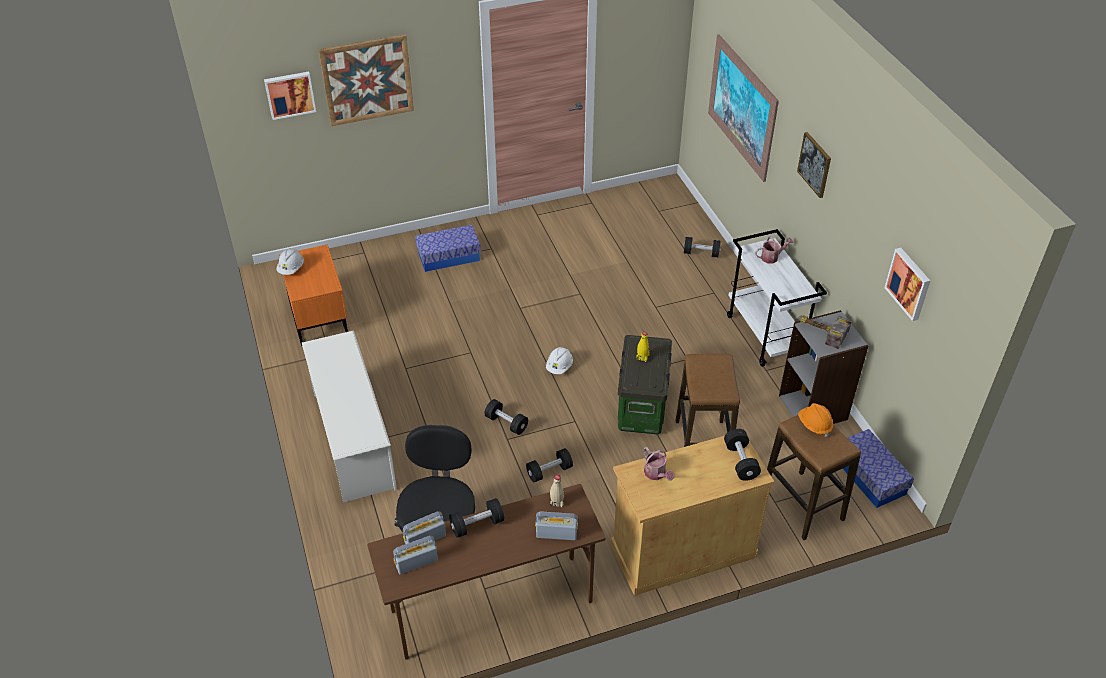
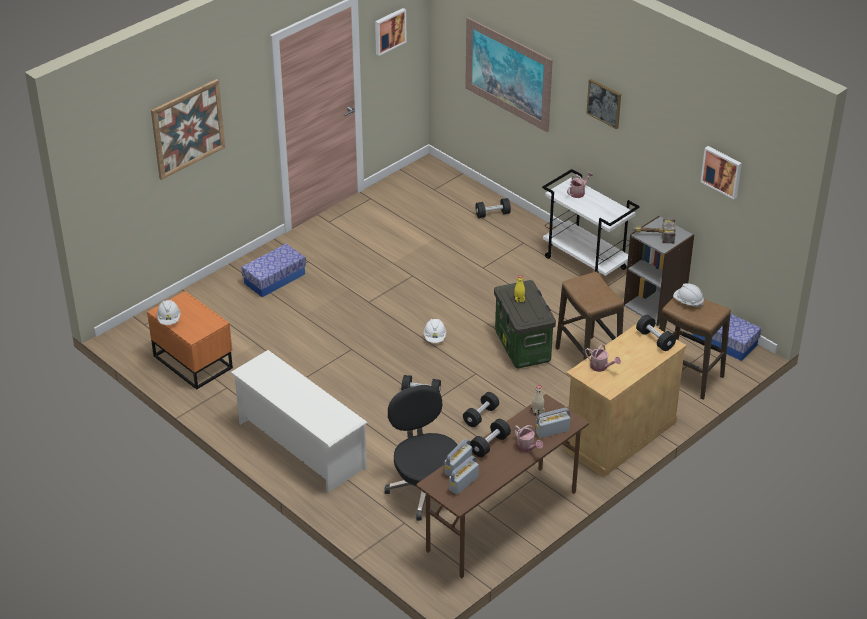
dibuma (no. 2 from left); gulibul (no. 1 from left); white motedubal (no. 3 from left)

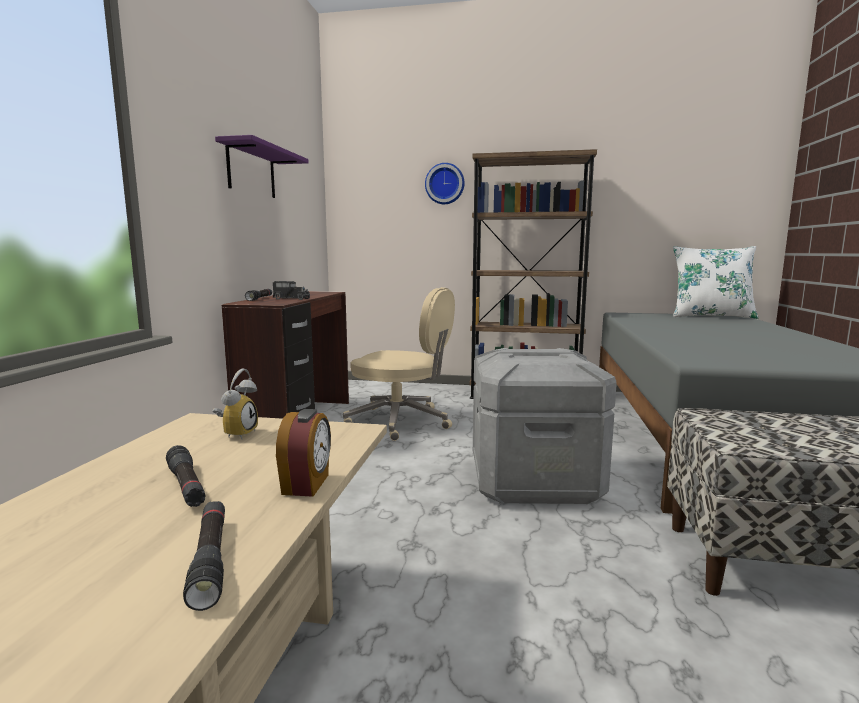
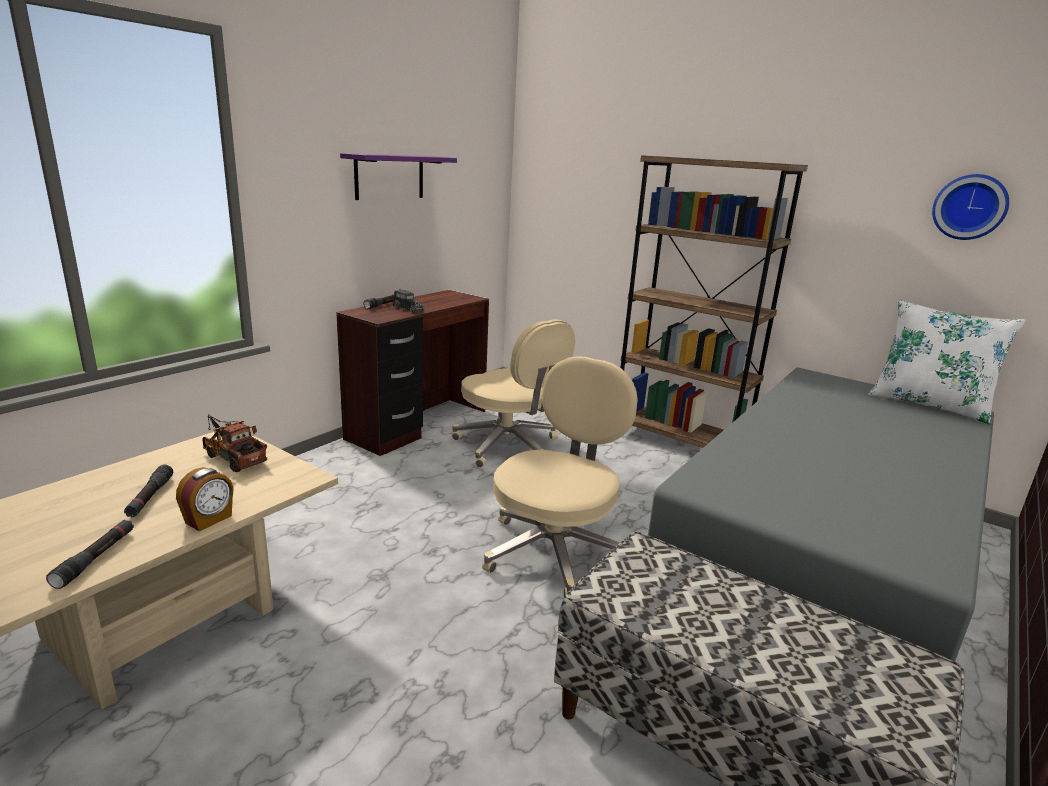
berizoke (no. 1 from left); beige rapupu (no. 2 from left); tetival

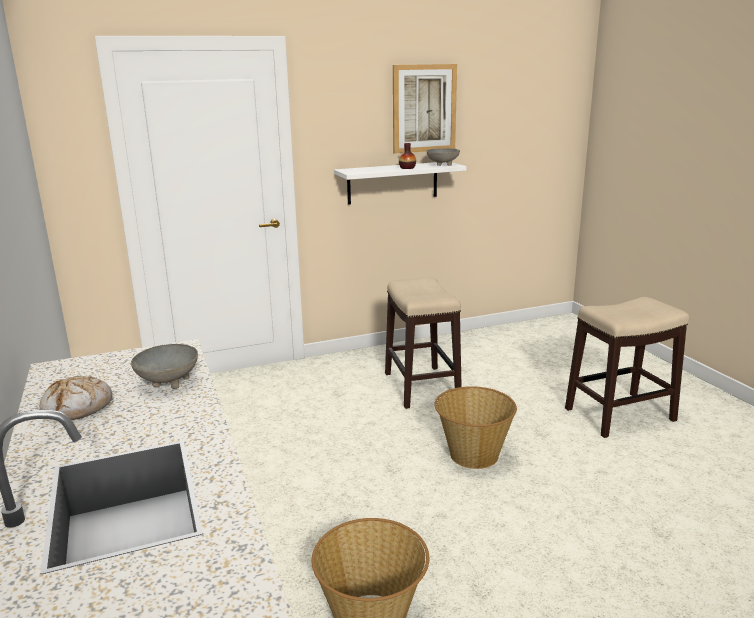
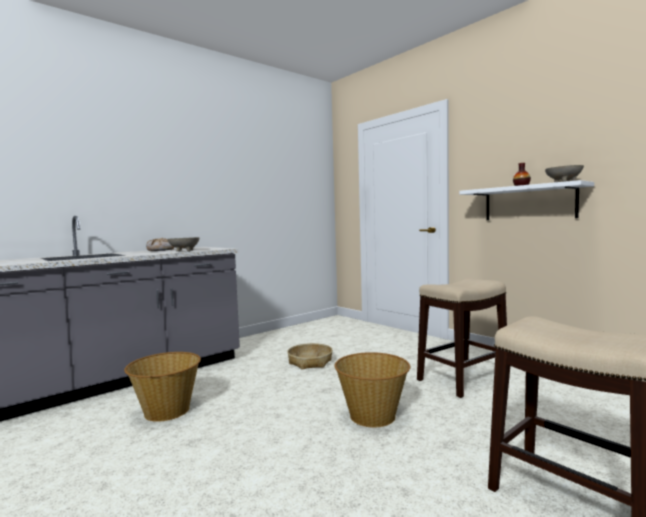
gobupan (no. 2 from left); dibuma

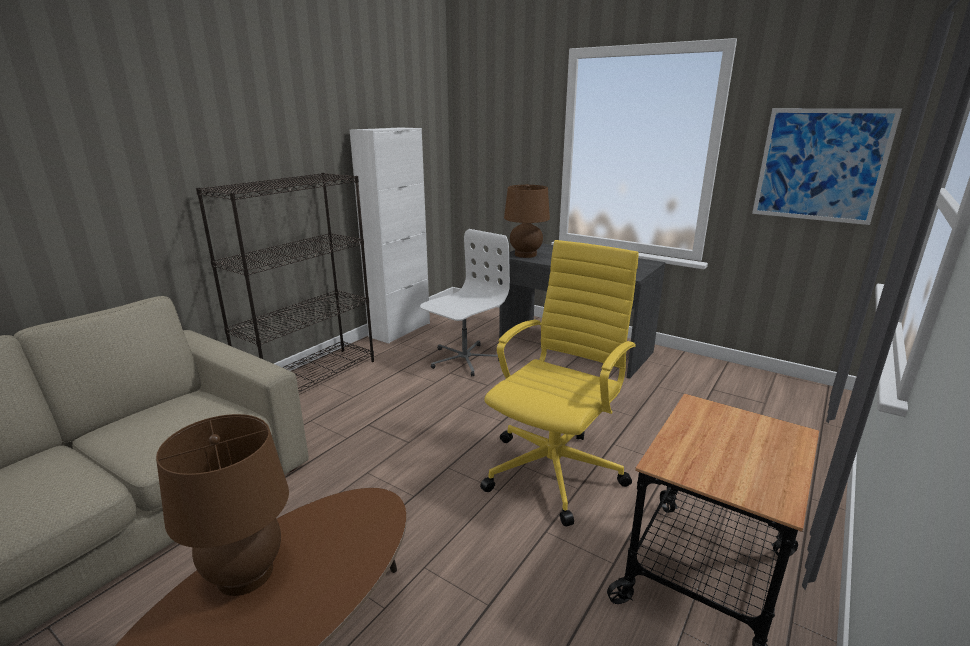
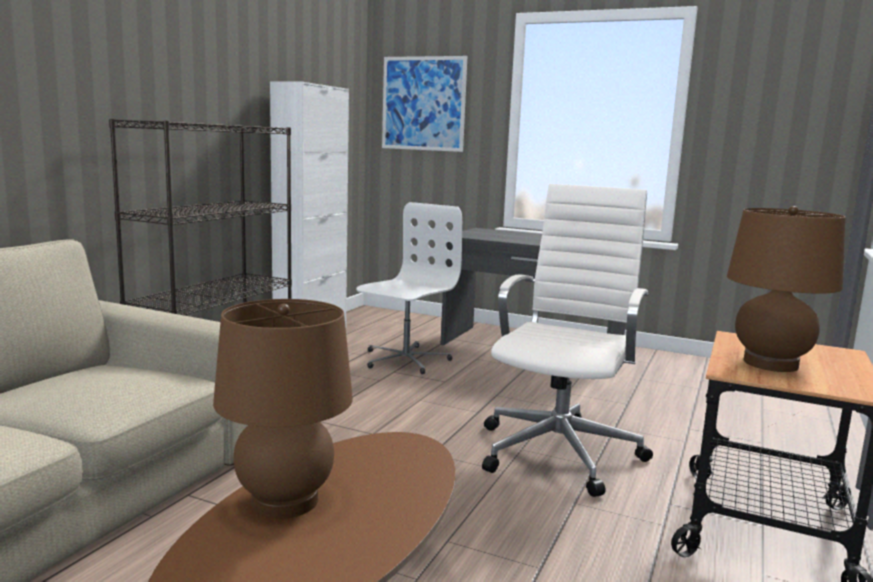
dibuma; white rapupu (no. 2 from left); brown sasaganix (no. 2 from left)

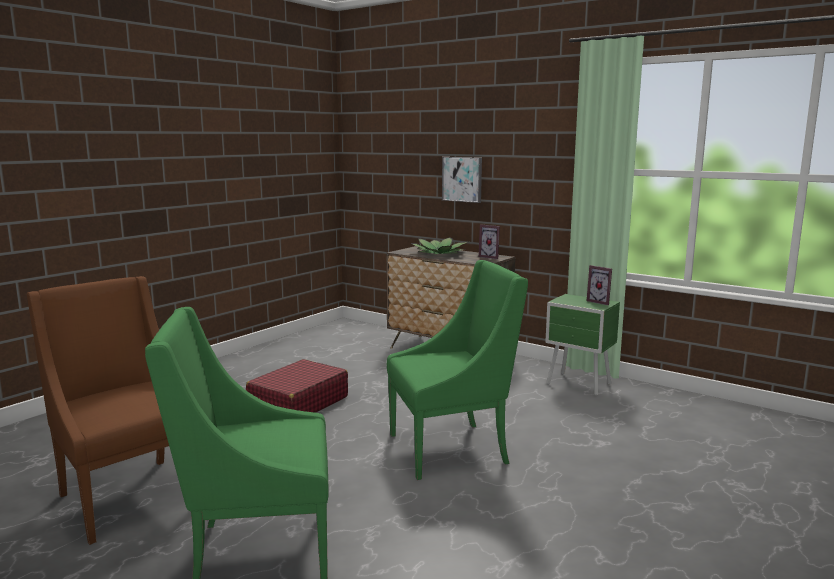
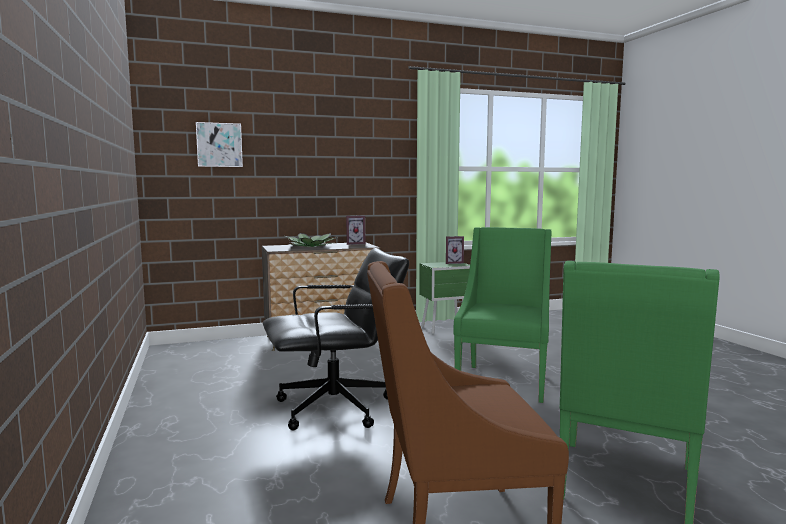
dibuma; black rapupu

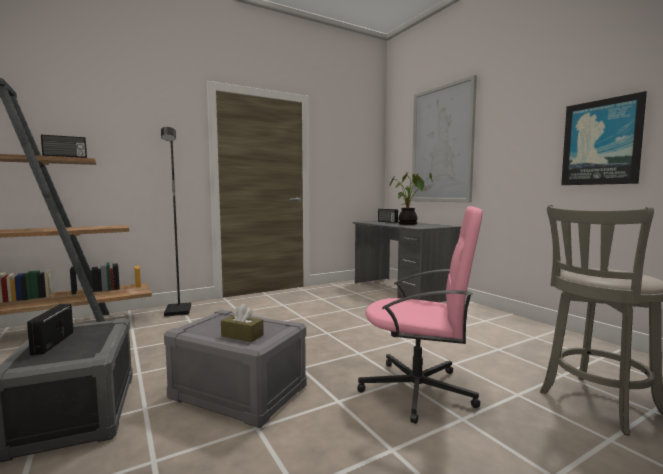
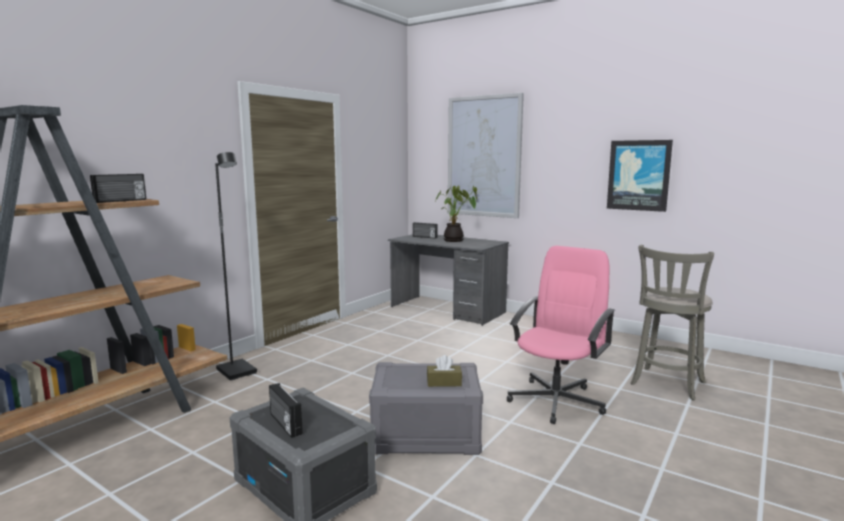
pink rapupu

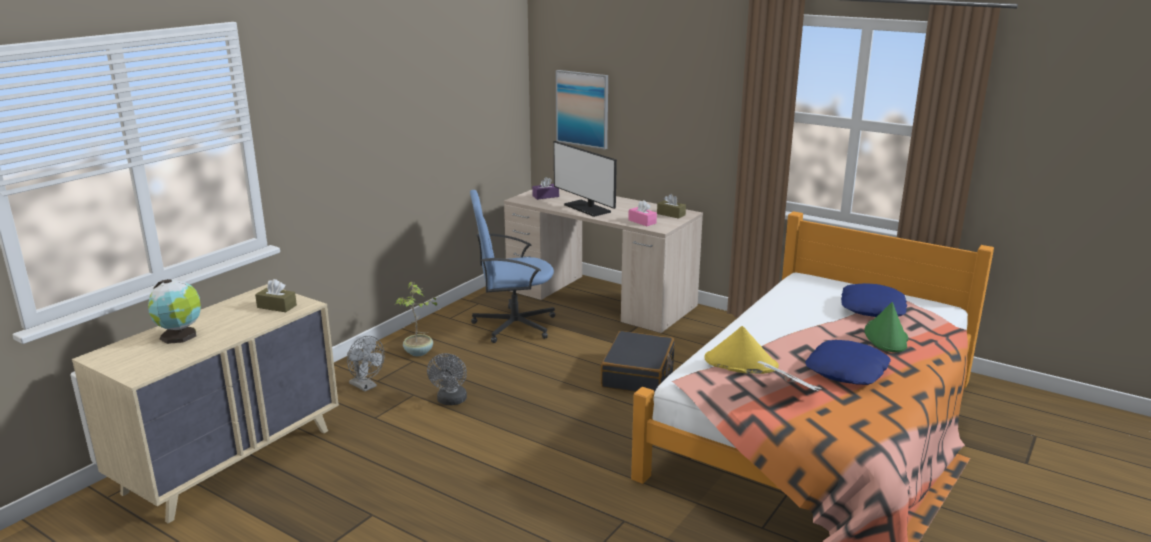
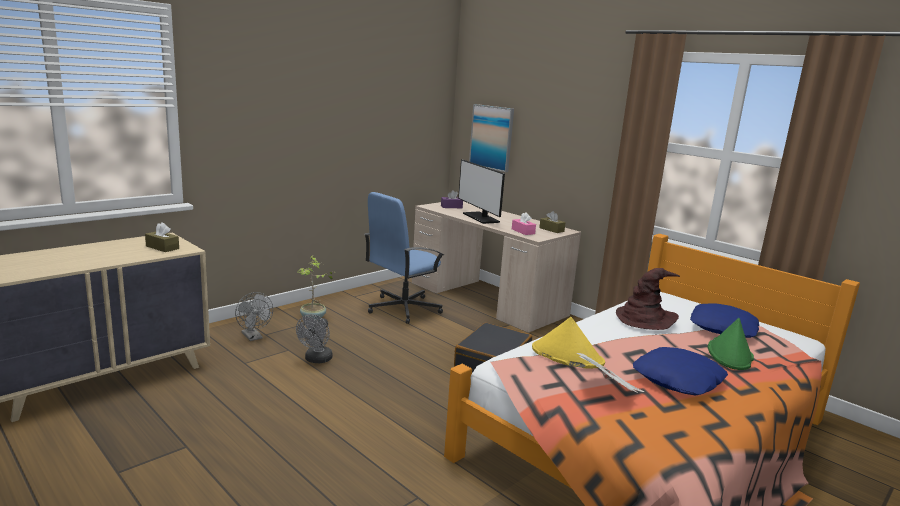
blue rapupu; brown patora; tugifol

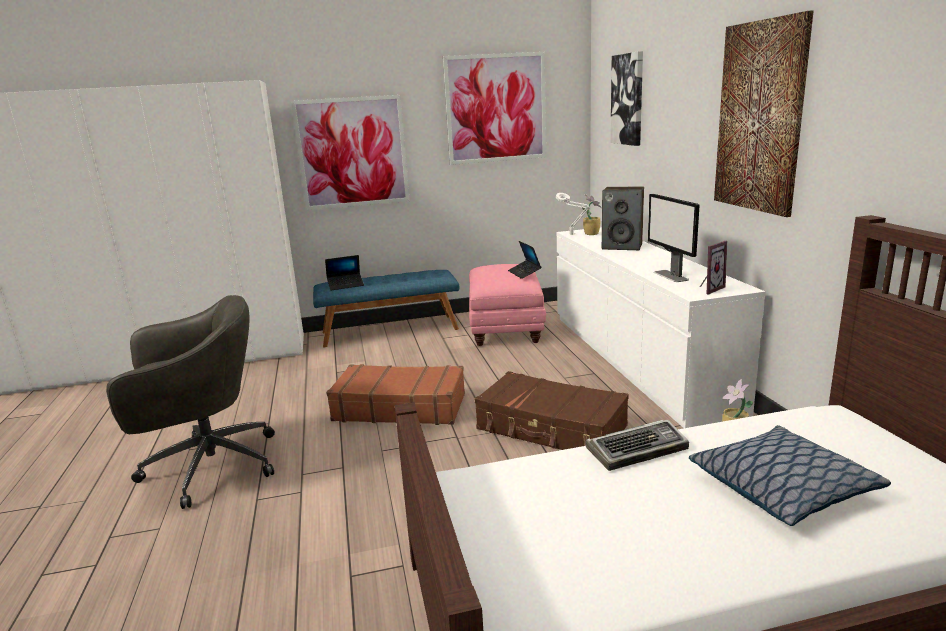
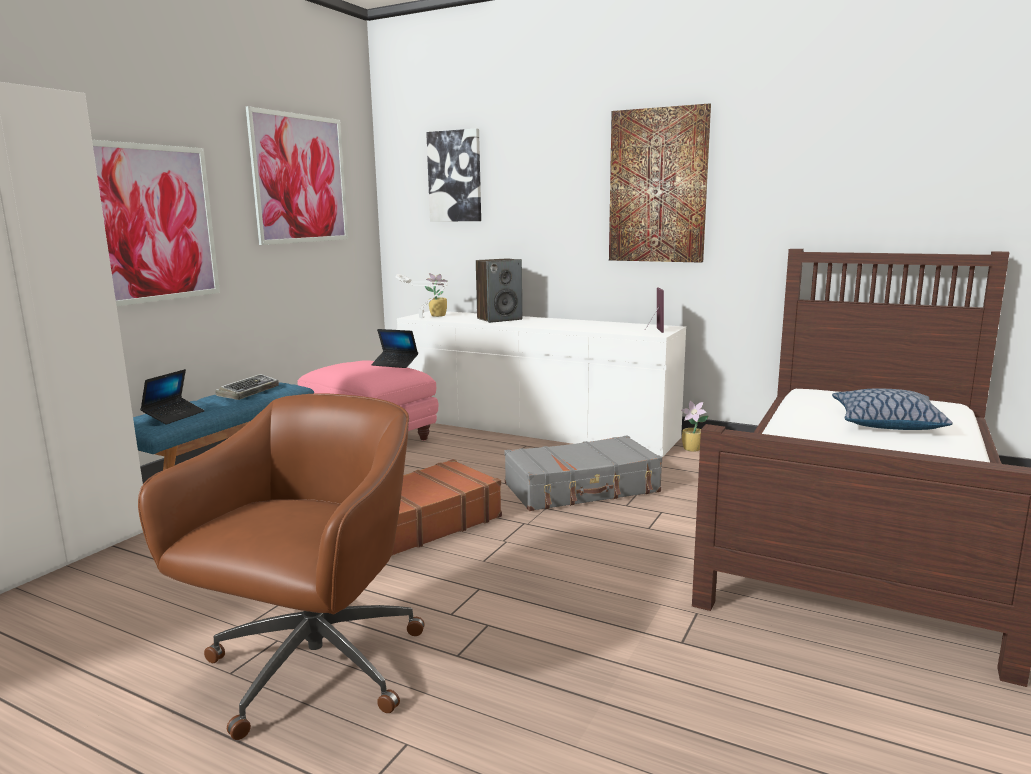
brown rapupu; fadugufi; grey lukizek; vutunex

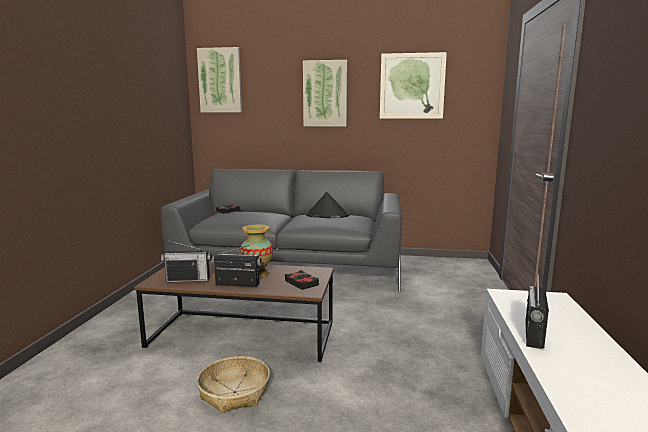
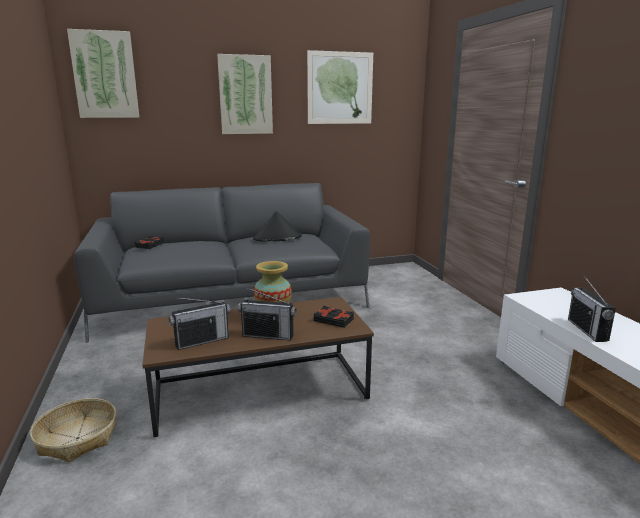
gobupan; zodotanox (no. 2 from left)

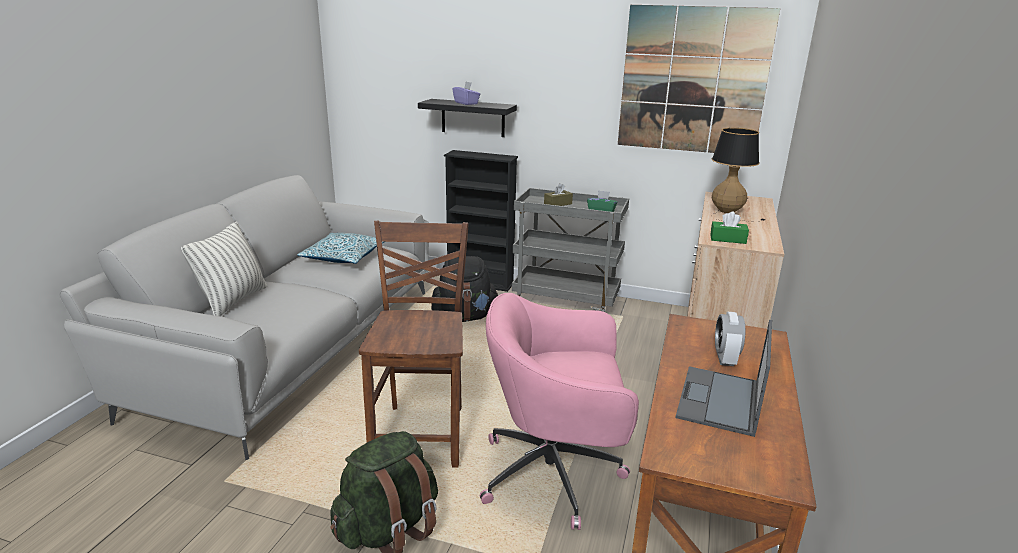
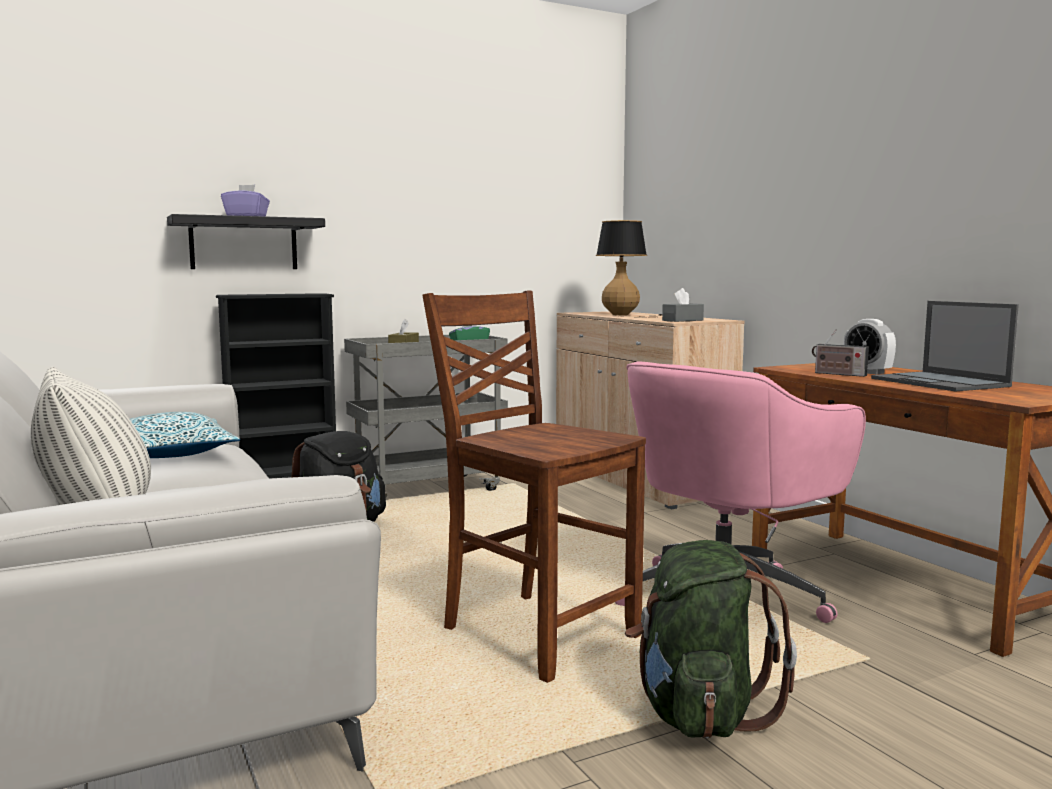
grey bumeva; zodotanox; dibuma

